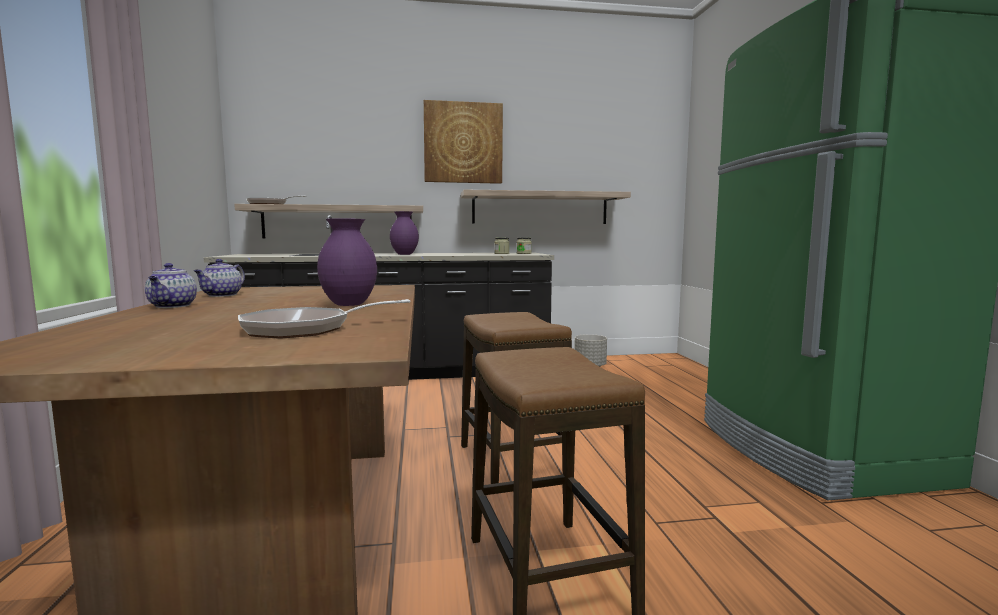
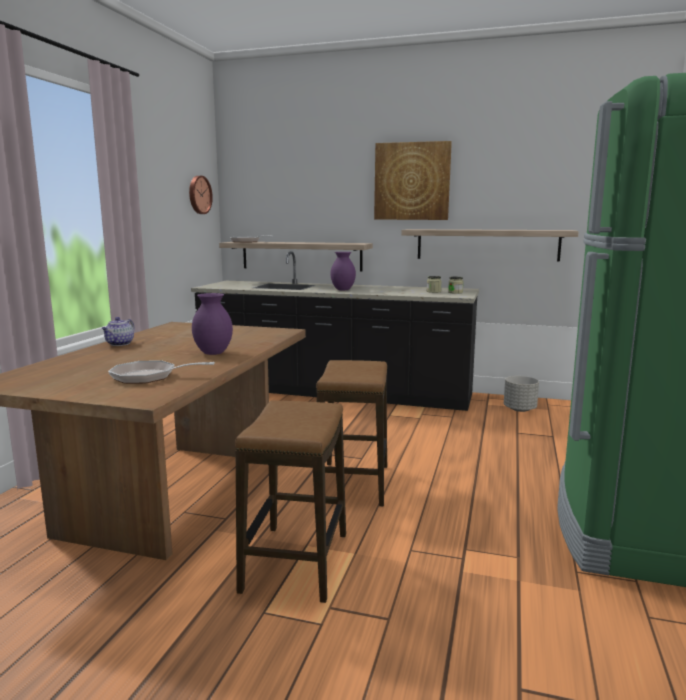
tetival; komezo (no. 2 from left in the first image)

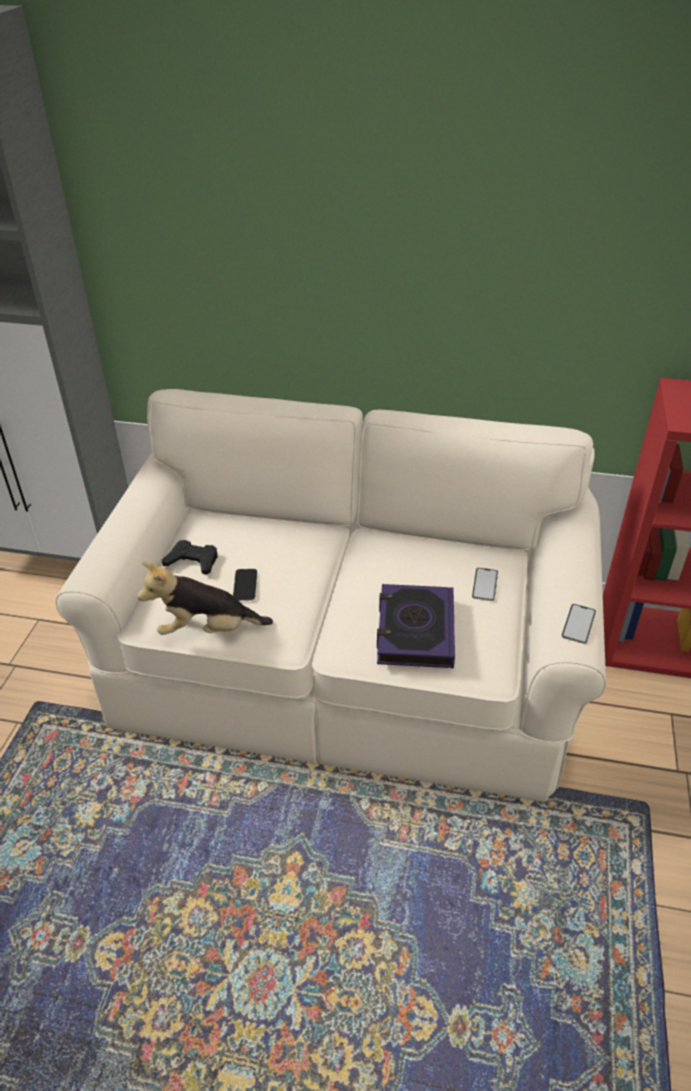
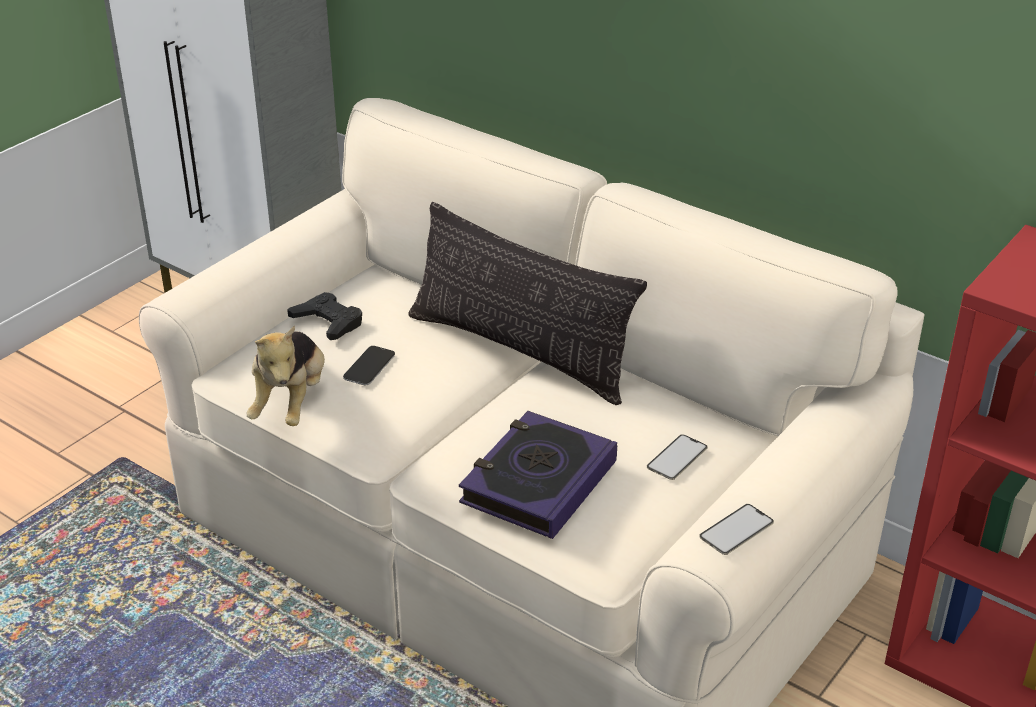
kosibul; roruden

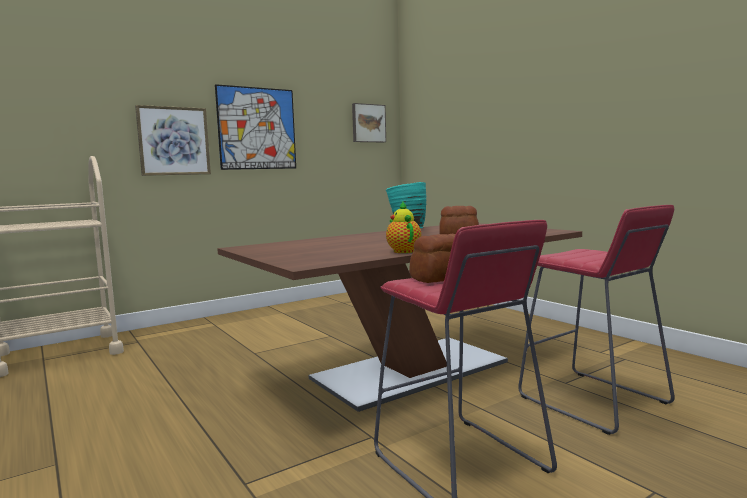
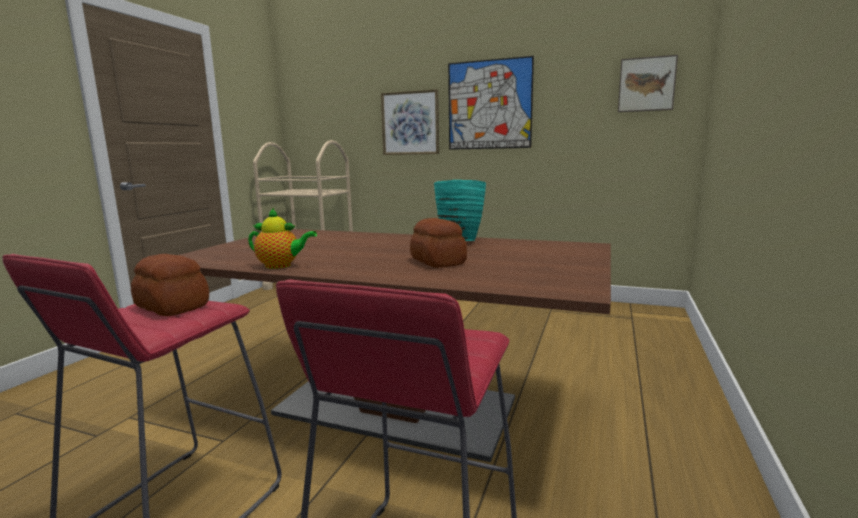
komezo

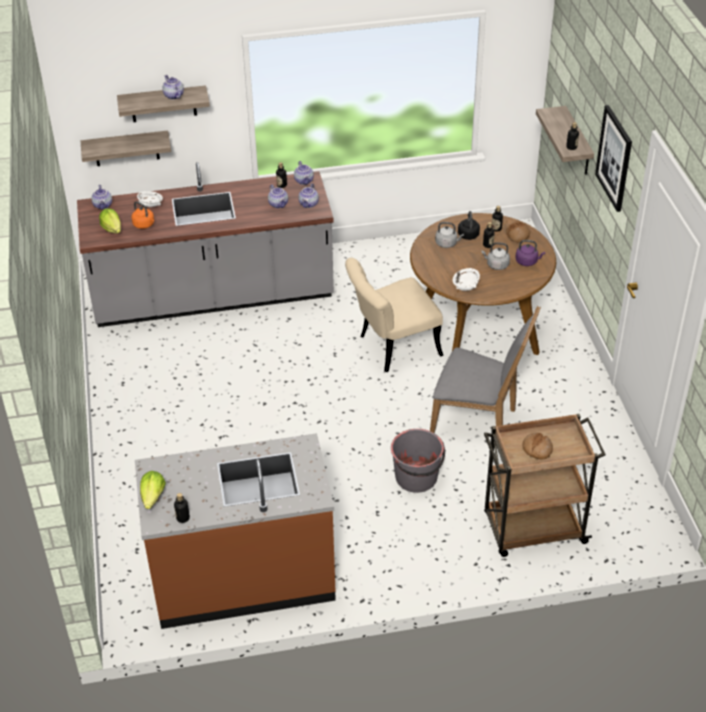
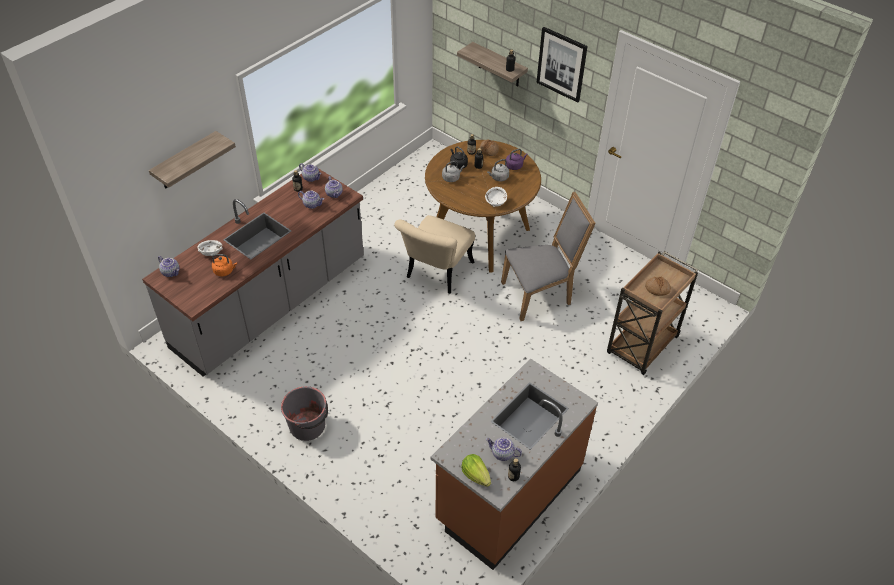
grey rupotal; komezo (no. 5 from left); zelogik (no. 1 from left in the first image); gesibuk (no. 1 from left in the first image)

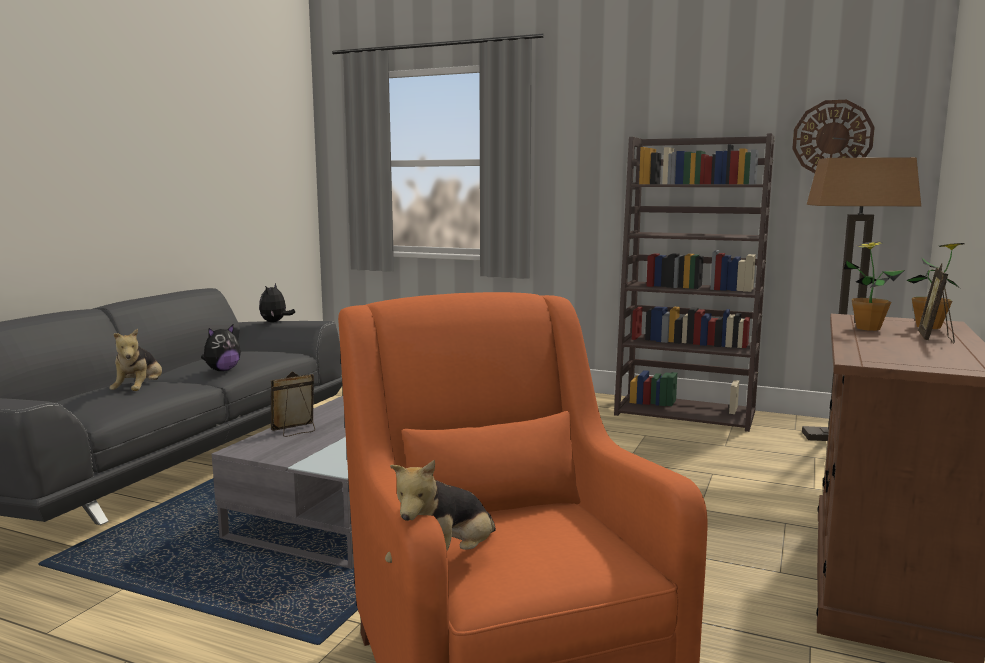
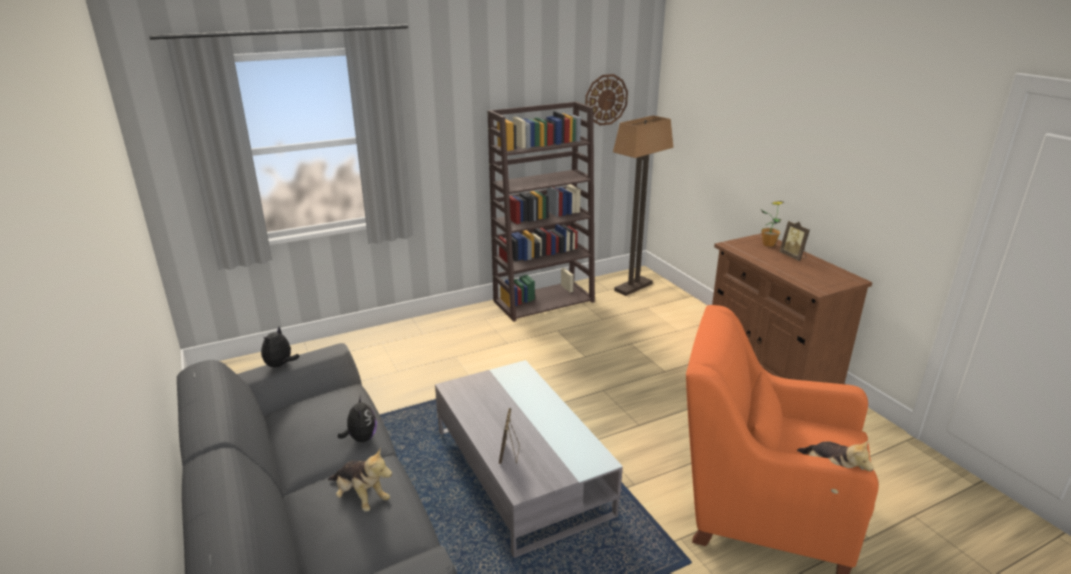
kosibul (no. 1 from left); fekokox (no. 1 from left in the first image)

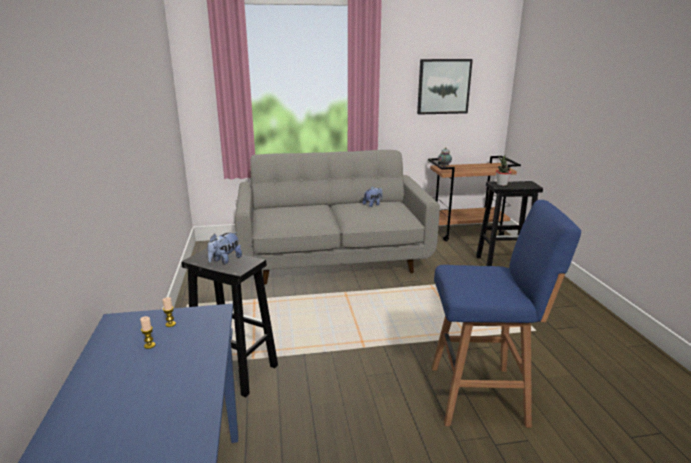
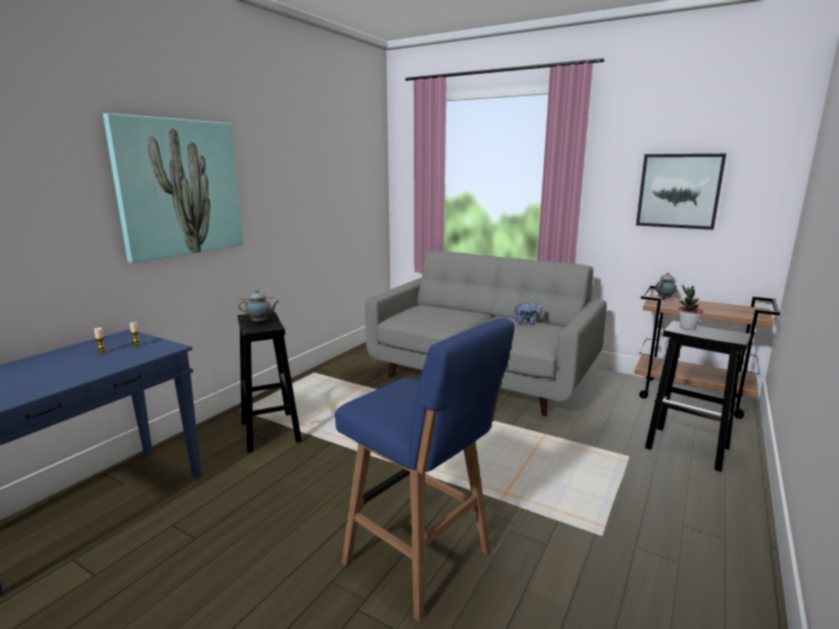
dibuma (no. 1 from left); komezo (no. 1 from left)

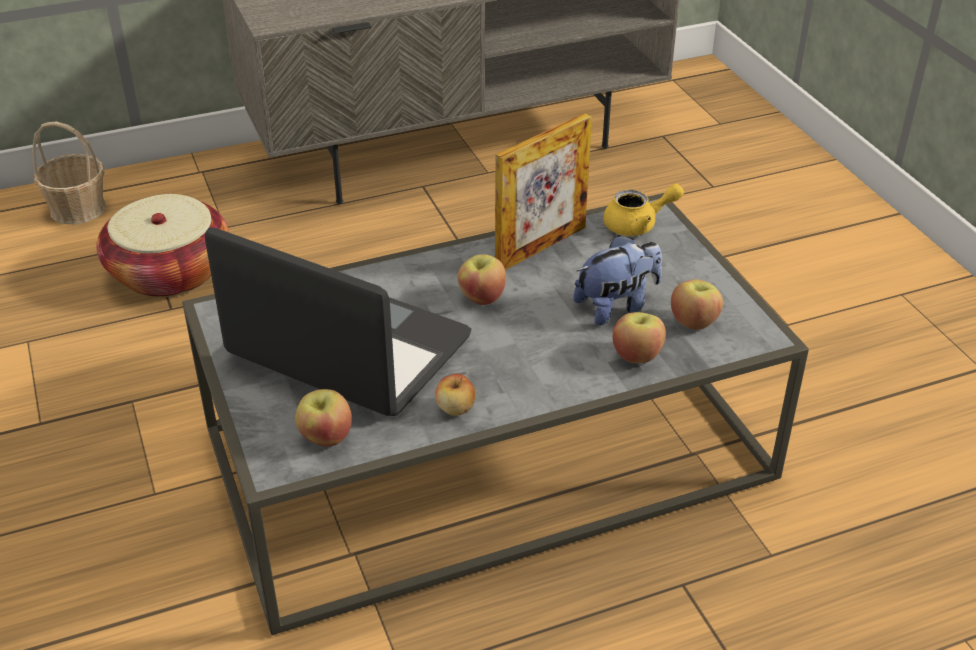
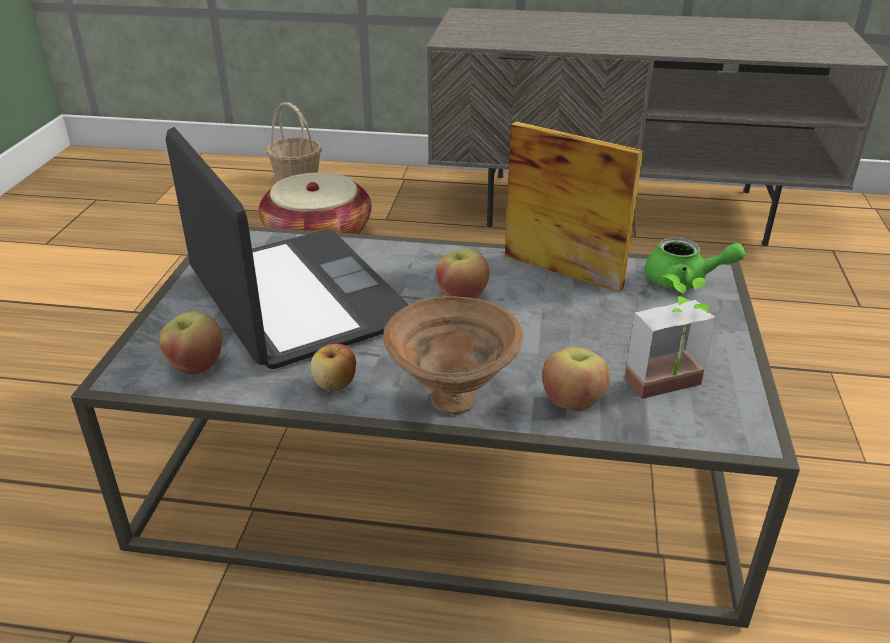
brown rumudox; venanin; fekokox; green komezo; kosibul

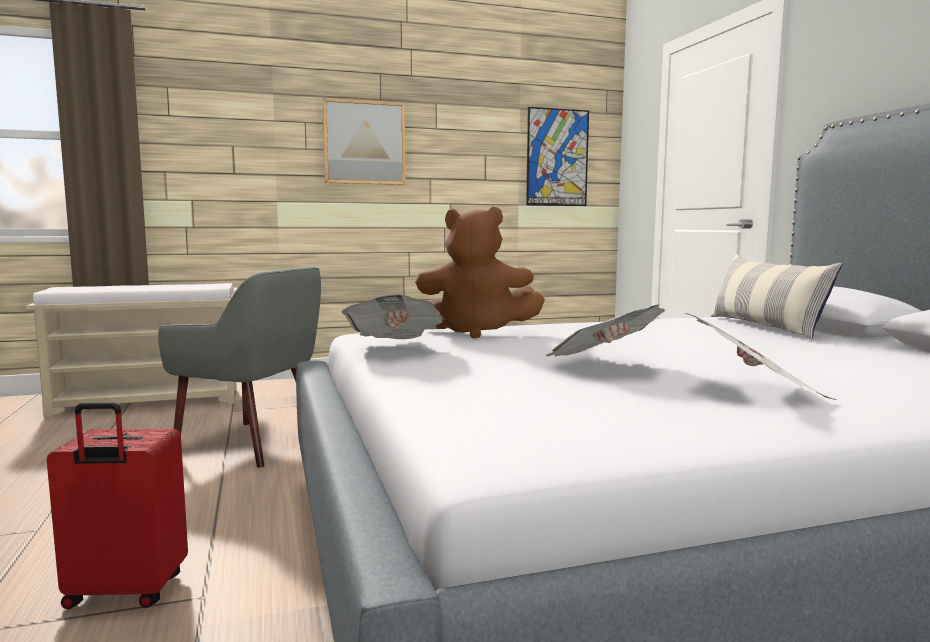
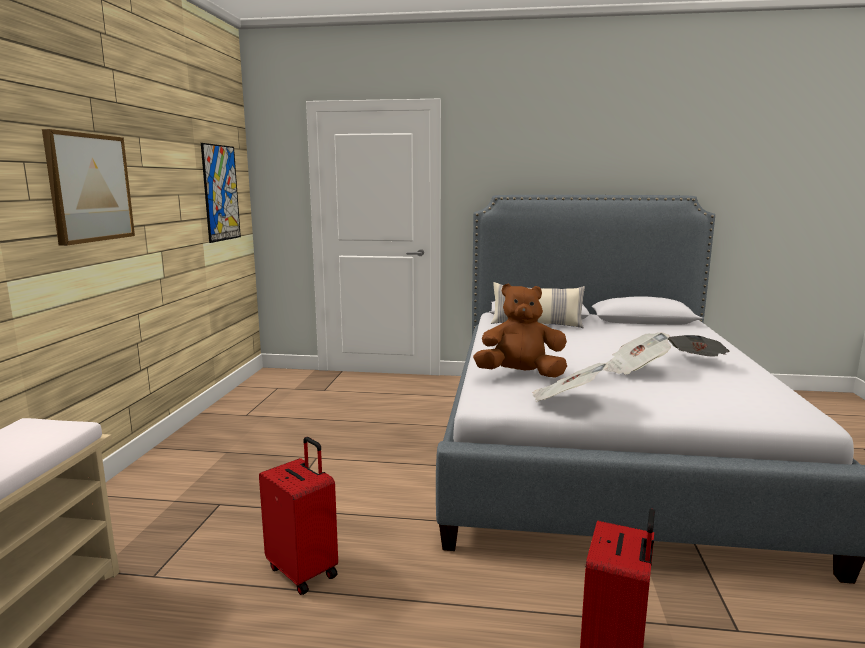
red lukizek (no. 1 from left); brown kosibul

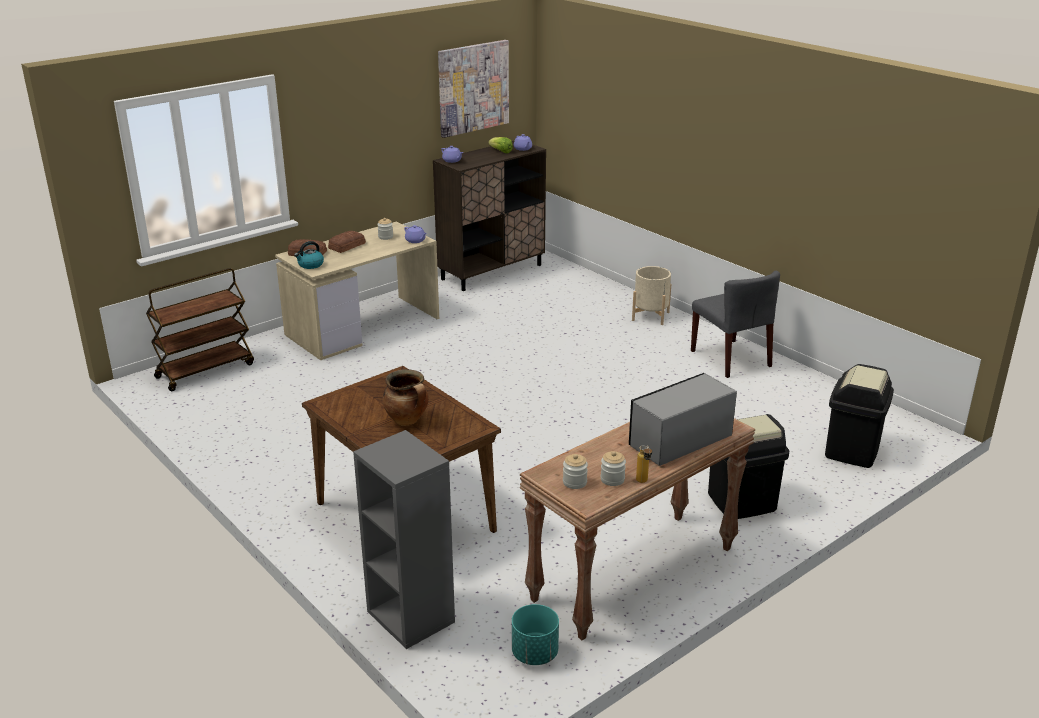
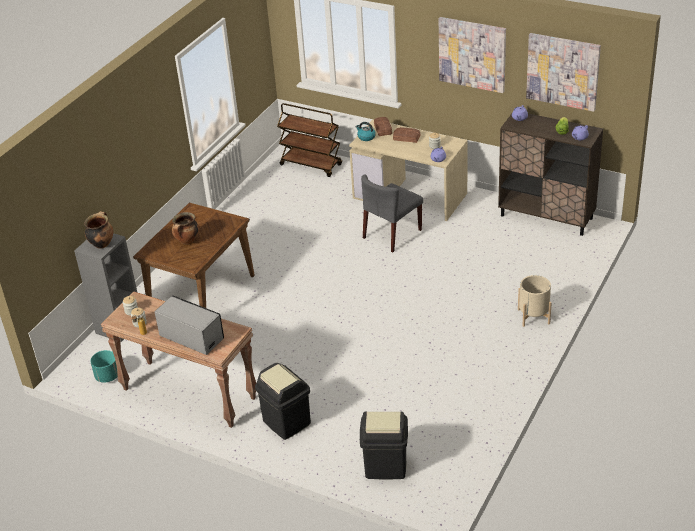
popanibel (no. 1 from left); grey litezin; dibuma (no. 1 from left)

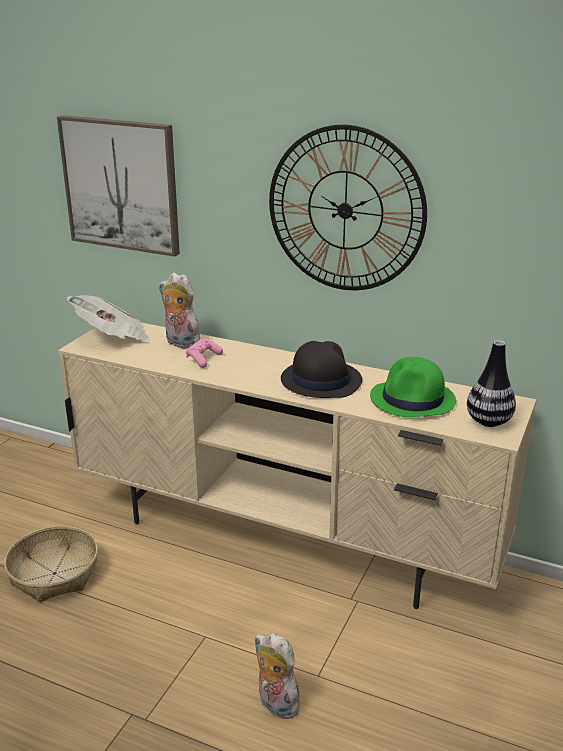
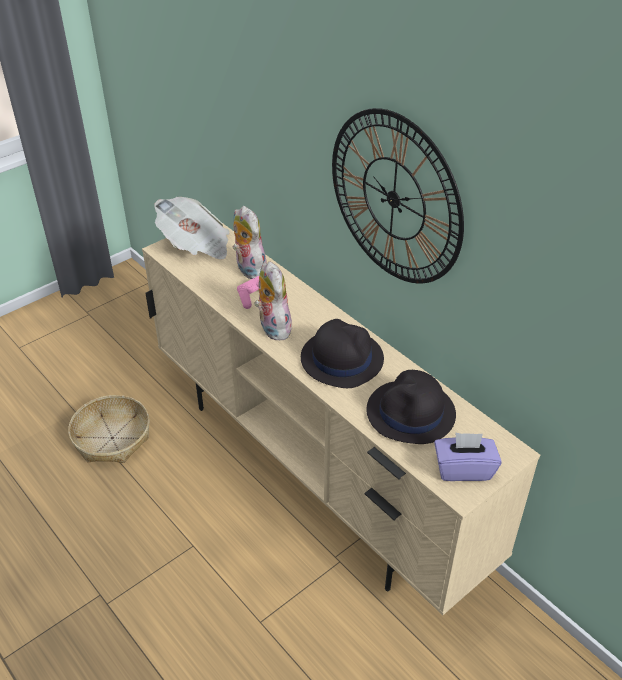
kosibul (no. 2 from left); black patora (no. 2 from left); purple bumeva; dibuma

